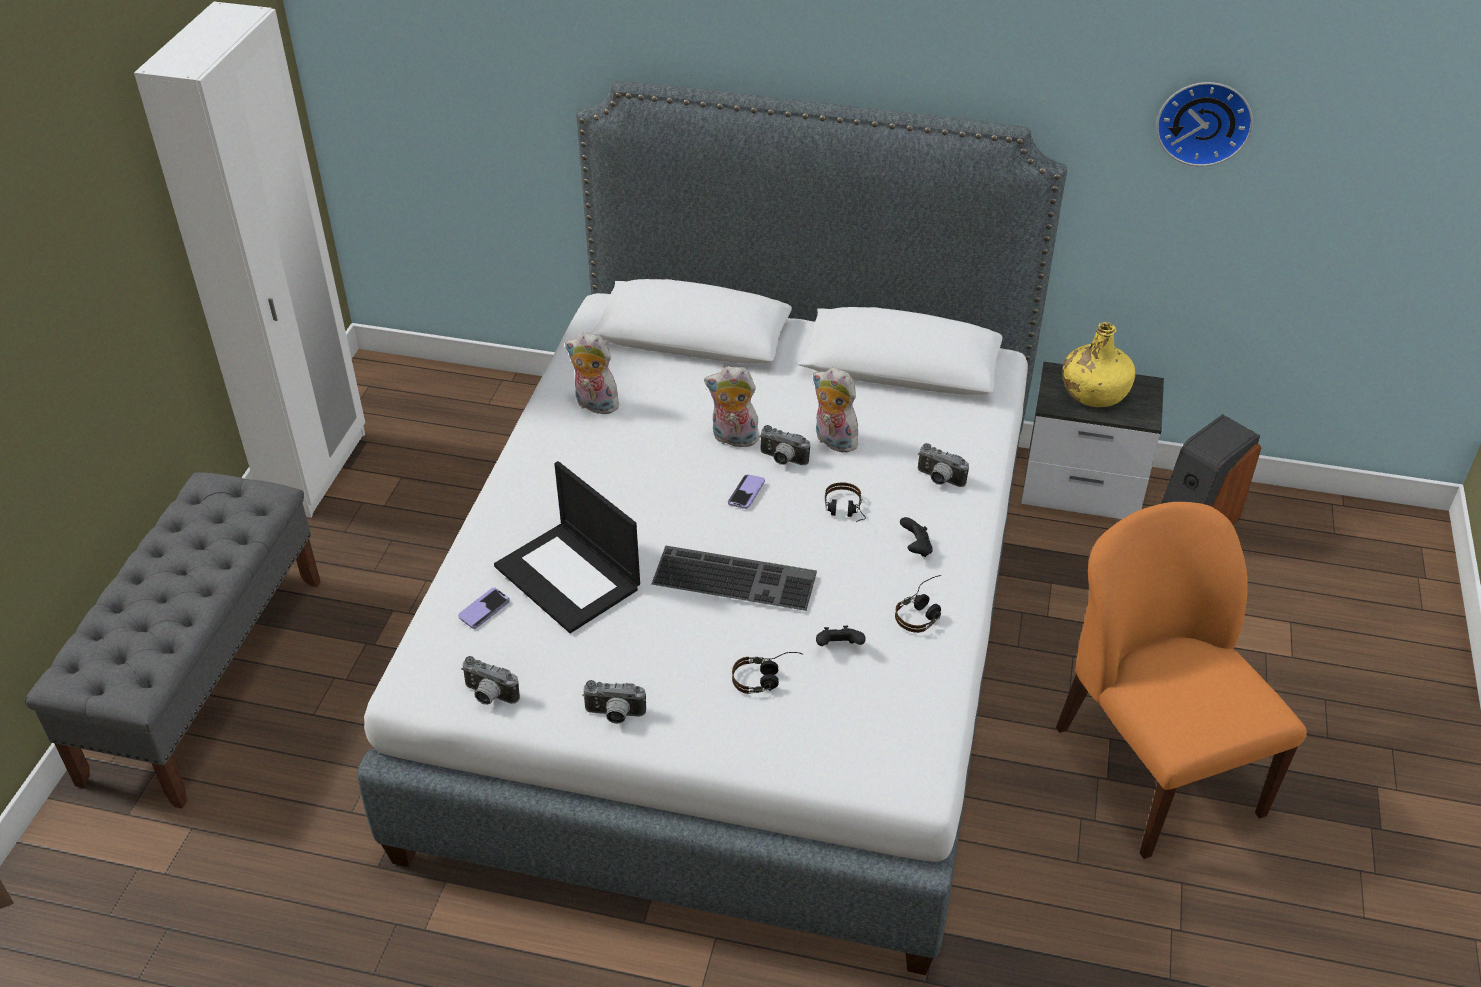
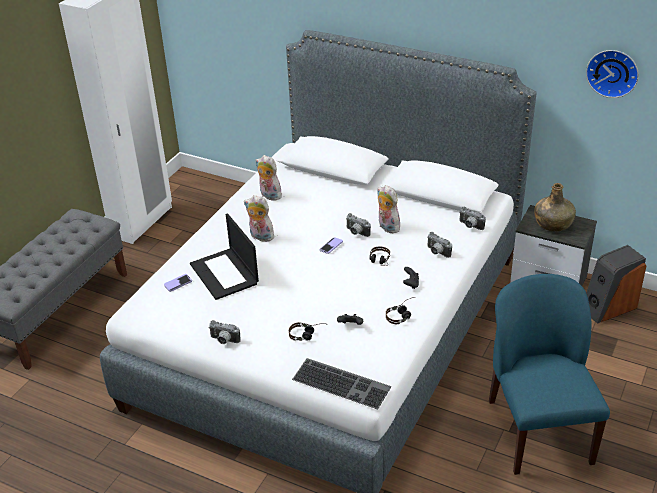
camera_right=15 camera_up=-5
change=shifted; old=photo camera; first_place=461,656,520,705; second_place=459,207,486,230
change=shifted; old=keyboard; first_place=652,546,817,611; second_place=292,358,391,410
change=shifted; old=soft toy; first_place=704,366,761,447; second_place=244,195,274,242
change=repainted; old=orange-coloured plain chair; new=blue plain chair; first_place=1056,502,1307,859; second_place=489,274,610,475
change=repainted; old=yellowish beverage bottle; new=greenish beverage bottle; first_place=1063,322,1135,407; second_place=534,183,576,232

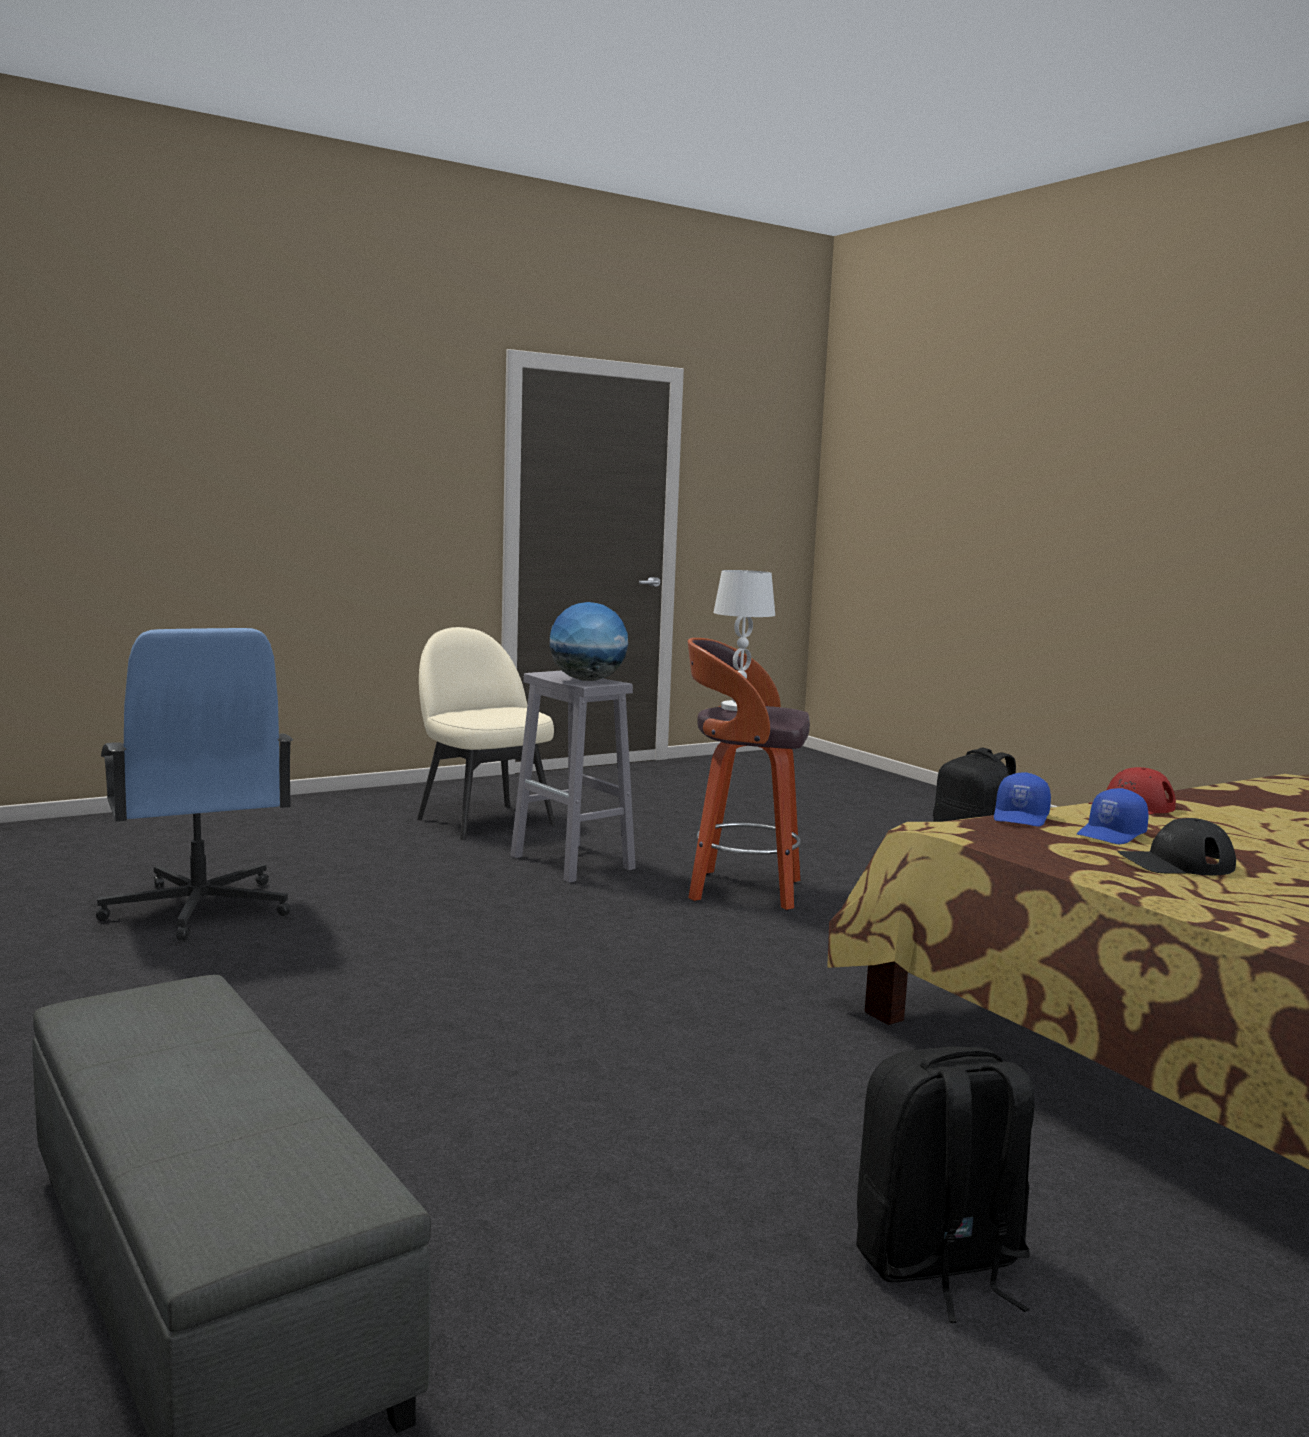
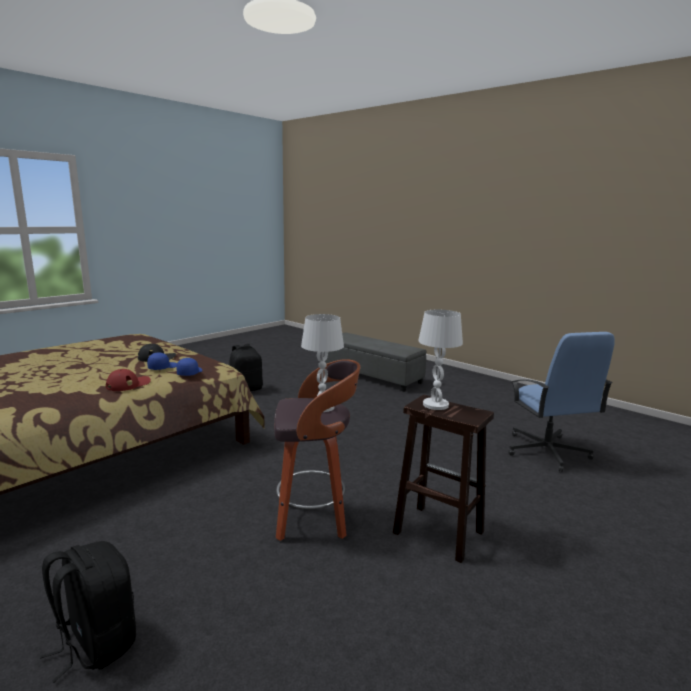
camera_right=165 camera_up=5
change=rotated; old=blue office chair; first_place=96,628,293,941; second_place=509,332,615,472; degrees=-150
change=gone; old=beige-coloured plain chair; first_place=417,627,555,840
change=repainted; old=gray stool; new=brownish stool; first_place=510,670,636,883; second_place=393,395,494,563
change=swapped; old=world globe; new=white-coloured tabletop lamp; first_place=550,602,628,681; second_place=418,310,463,410

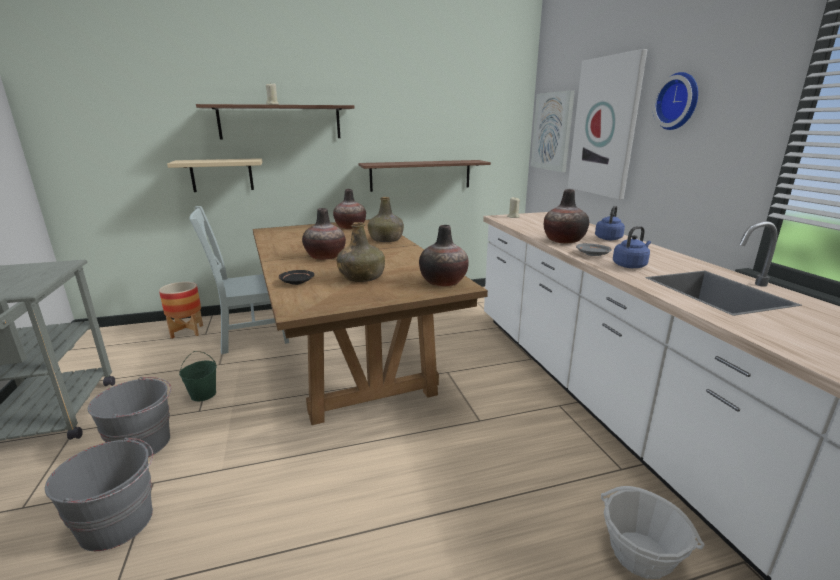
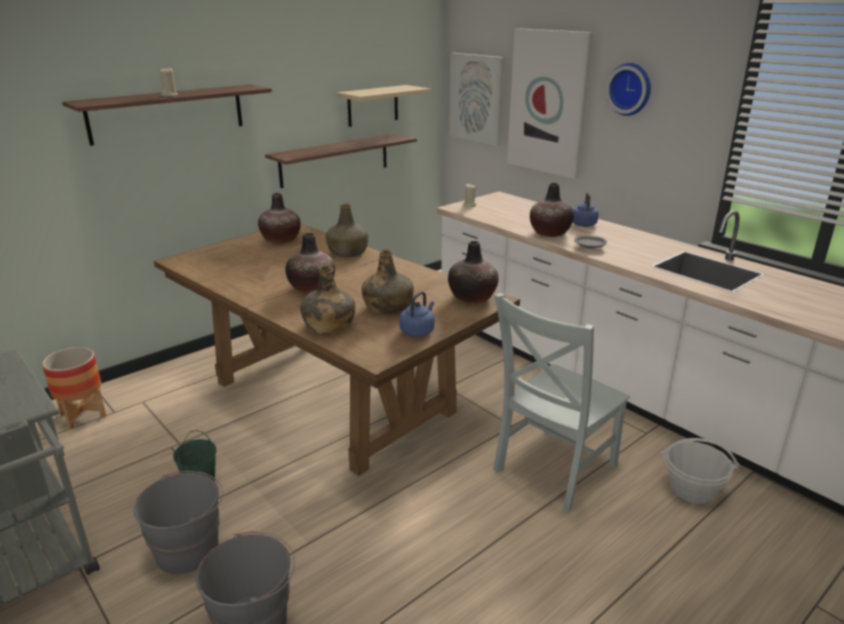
camera_right=-25 camera_up=5
change=shifted; old=beige-coloured bracket shelf; first_place=167,158,262,192; second_place=336,85,431,127
change=shifted; old=gray plain chair; first_place=189,206,289,354; second_place=493,293,630,513
change=swapped; old=blackish dinner plate; new=greenish beverage bottle; first_place=279,270,314,285; second_place=300,265,355,334
change=shifted; old=blue water kettle; first_place=613,226,651,268; second_place=399,291,434,337

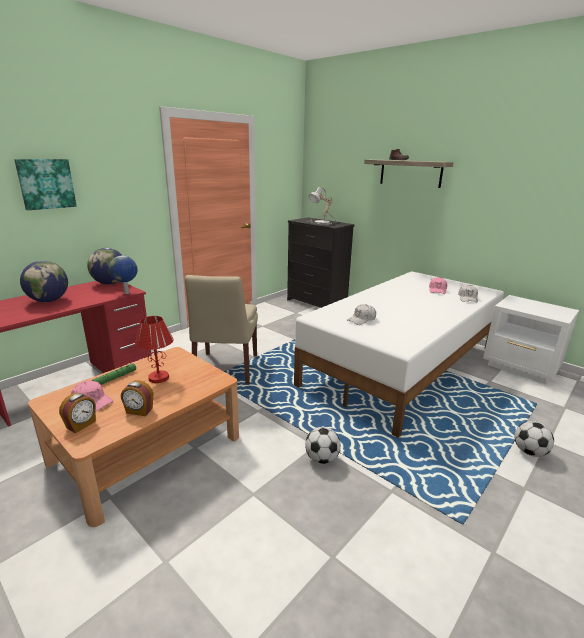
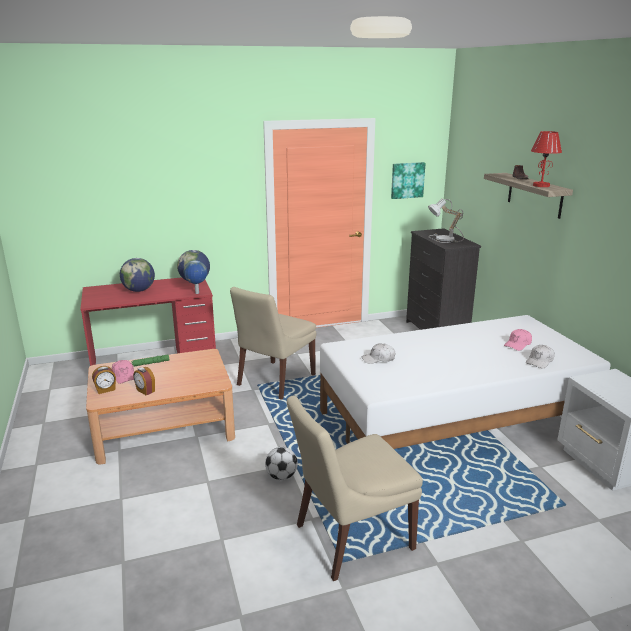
camera_right=30 camera_up=0
change=shifted; old=picture; first_place=14,159,77,210; second_place=391,162,426,199
change=shifted; old=red tabletop lamp; first_place=135,316,173,383; second_place=531,131,562,187
change=gone; old=ball for football; first_place=515,421,554,457
change=new; new=beige-coloured plain chair; second_place=287,396,423,581

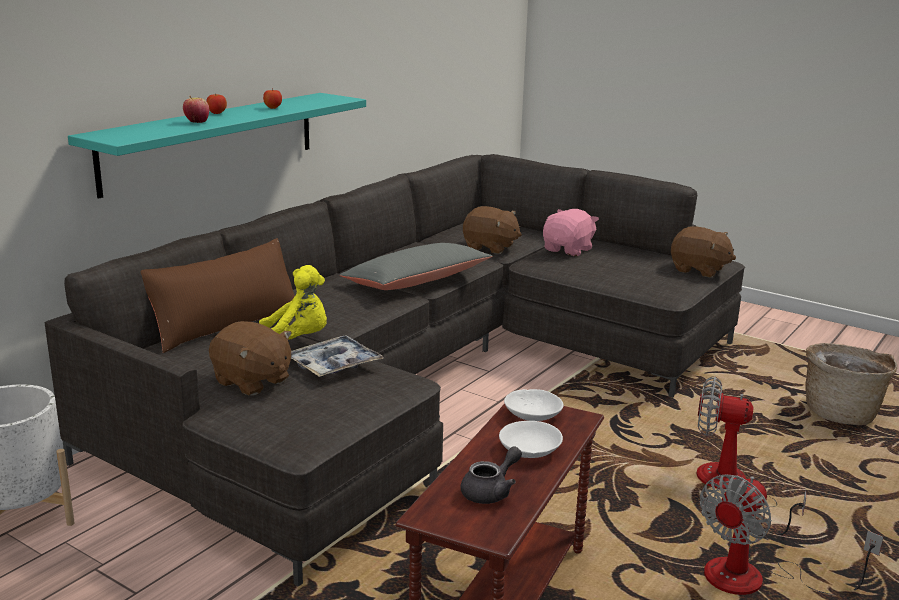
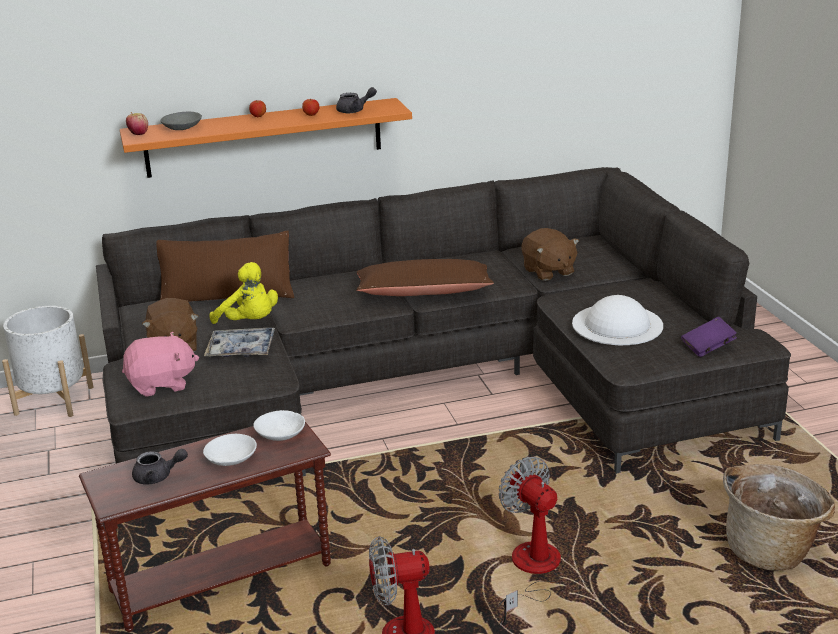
camera_right=40 camera_up=5
change=repainted; old=blue-green bracket shelf; new=orange-coloured bracket shelf; first_place=68,93,366,199; second_place=120,98,412,178
change=shifted; old=apple; first_place=183,96,209,123; second_place=126,112,148,135
change=repainted; old=gray cushion; new=brownish cushion; first_place=339,243,492,290; second_place=356,259,494,296
change=shifted; old=pinkish soft toy; first_place=543,209,599,256; second_place=122,331,199,397
change=swapped; old=brownish soft toy; new=purple-coloured volume; first_place=671,226,736,278; second_place=681,317,737,357
change=new; new=gray serving bowl; second_place=161,112,202,130
change=new; new=gray tea pot; second_place=336,87,377,113
change=new; new=white-coloured wearable hat; second_place=572,295,663,345

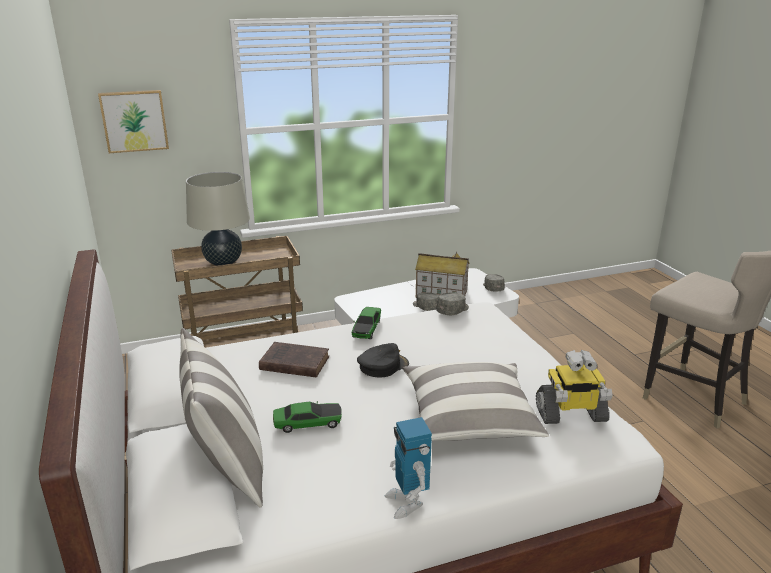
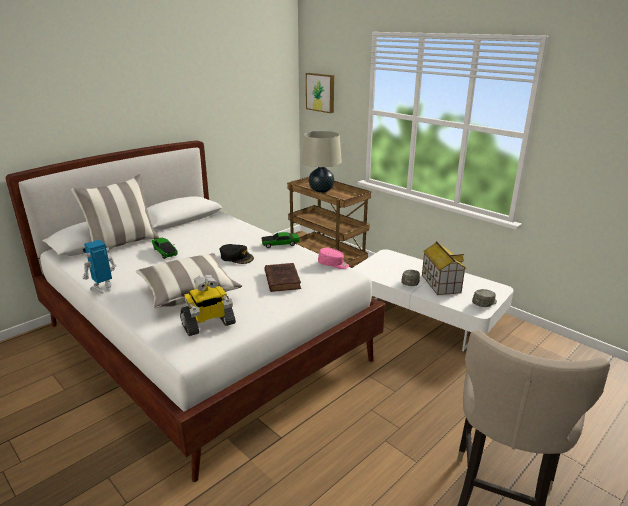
camera_right=65 camera_up=0
change=shifted; old=brownish volume; first_place=259,342,329,378; second_place=265,263,301,292
change=repainted; old=gray cap; new=pinkish cap; first_place=436,292,469,315; second_place=318,248,349,269
change=rotated; old=model robot; first_place=536,350,613,424; second_place=180,274,236,336; degrees=-90

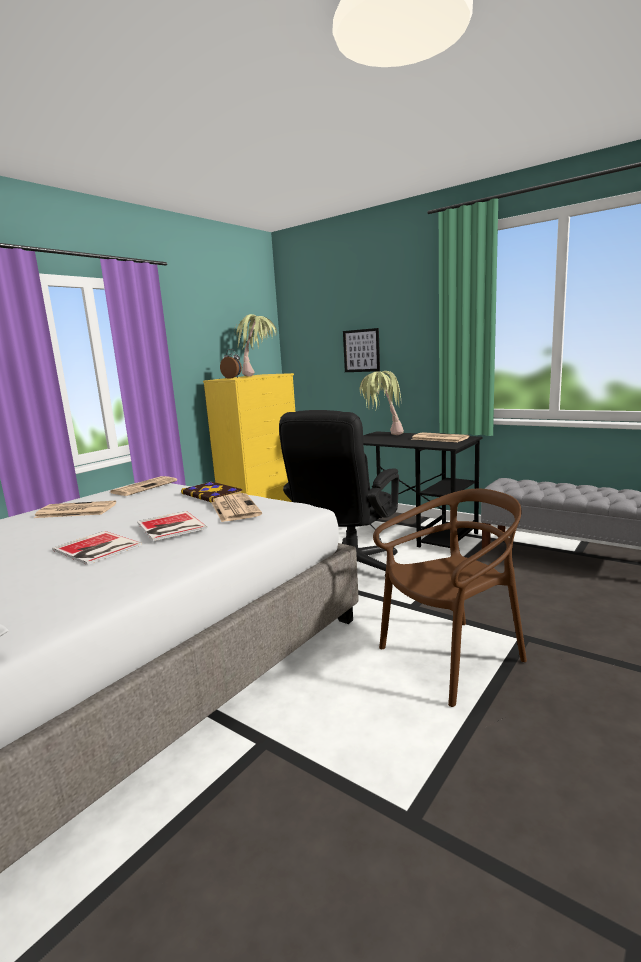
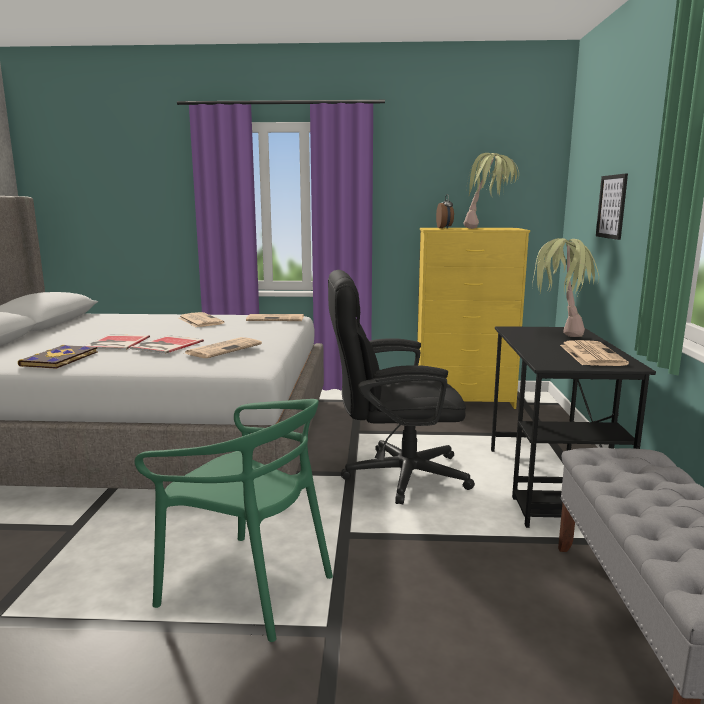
camera_right=55 camera_up=0
change=shifted; old=volume; first_place=181,482,243,502; second_place=18,345,98,369
change=repainted; old=brownish plain chair; new=greenish plain chair; first_place=373,489,527,707; second_place=134,399,333,642

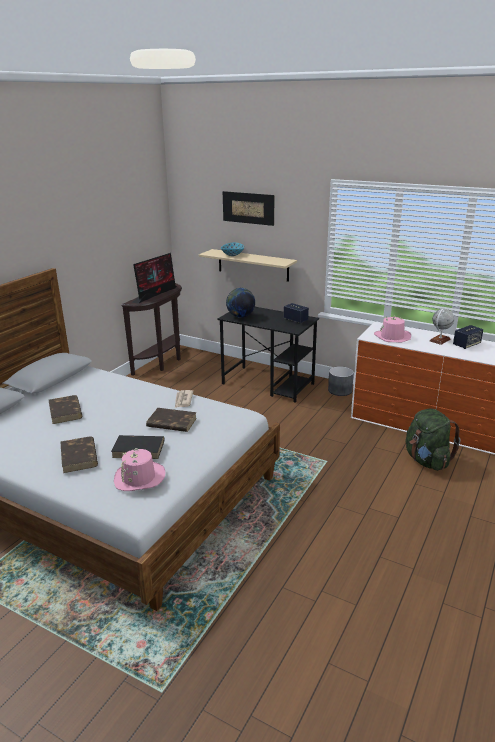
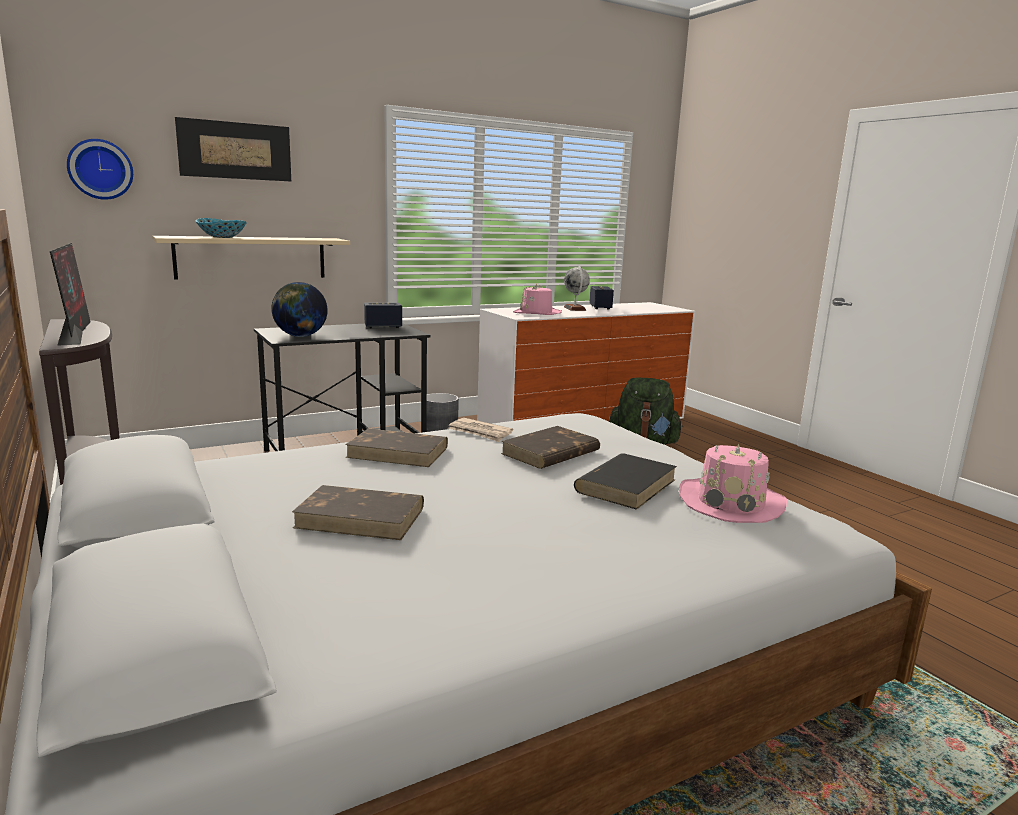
camera_right=-60 camera_up=-10
change=shifted; old=brownish volume; first_place=60,436,98,473; second_place=345,429,448,467
change=new; new=hanging clock; second_place=67,139,133,200

